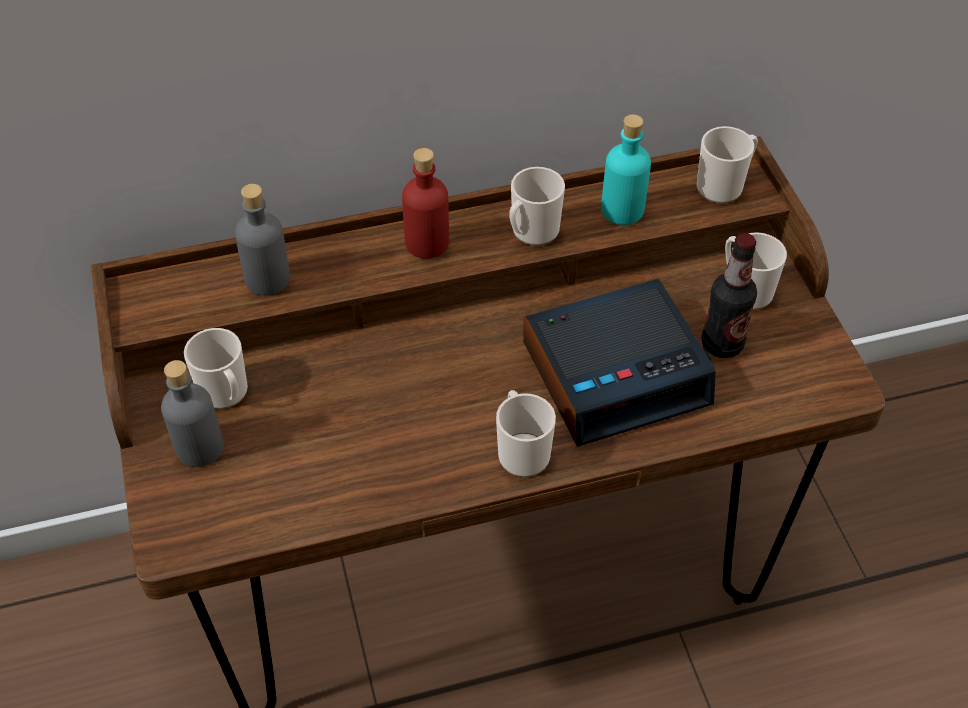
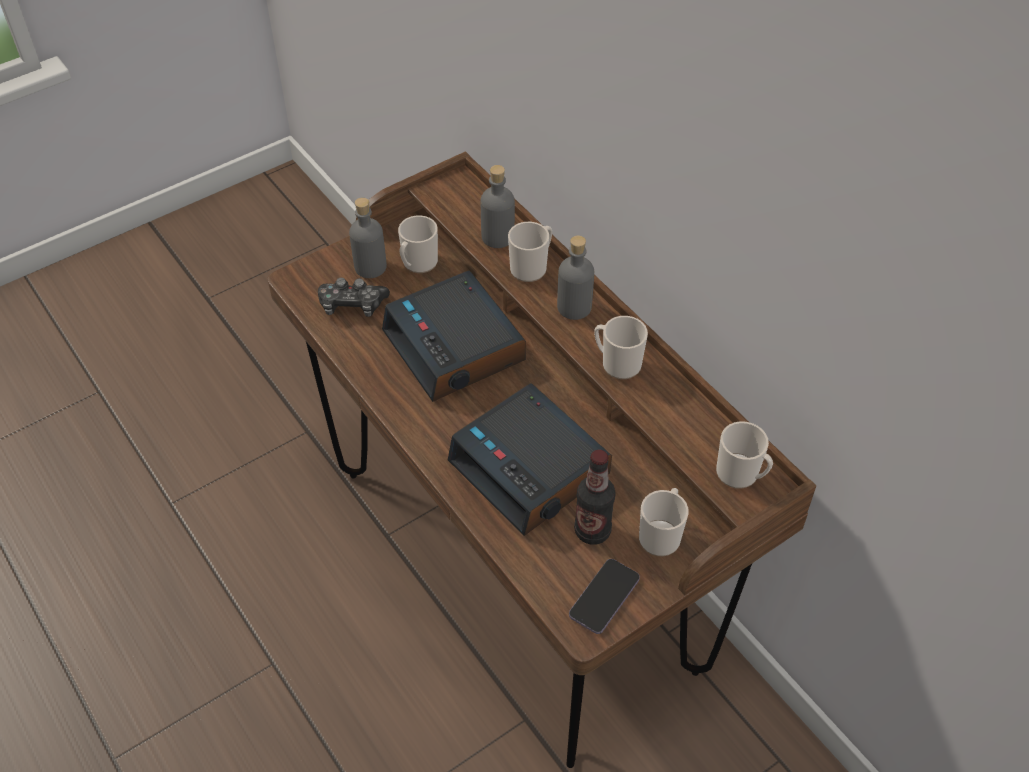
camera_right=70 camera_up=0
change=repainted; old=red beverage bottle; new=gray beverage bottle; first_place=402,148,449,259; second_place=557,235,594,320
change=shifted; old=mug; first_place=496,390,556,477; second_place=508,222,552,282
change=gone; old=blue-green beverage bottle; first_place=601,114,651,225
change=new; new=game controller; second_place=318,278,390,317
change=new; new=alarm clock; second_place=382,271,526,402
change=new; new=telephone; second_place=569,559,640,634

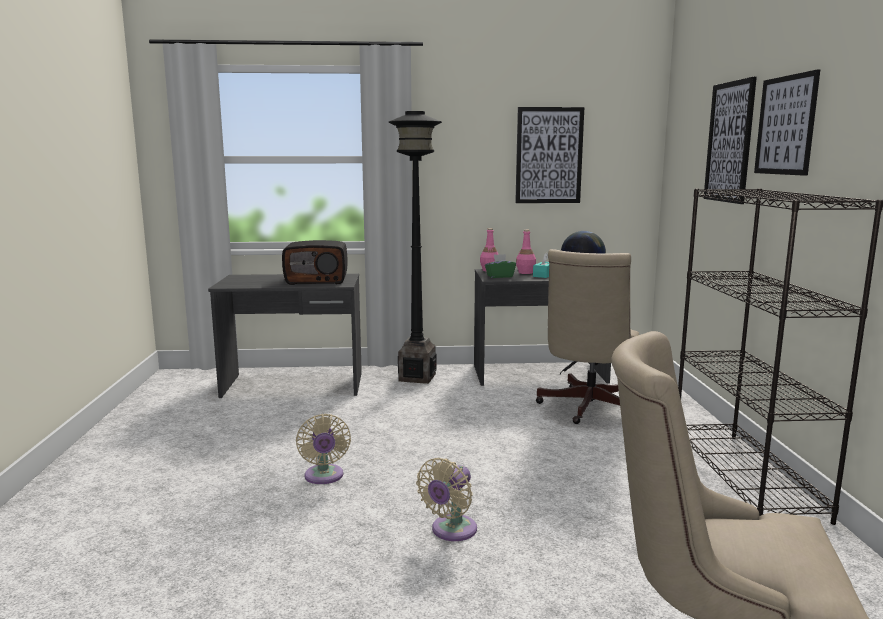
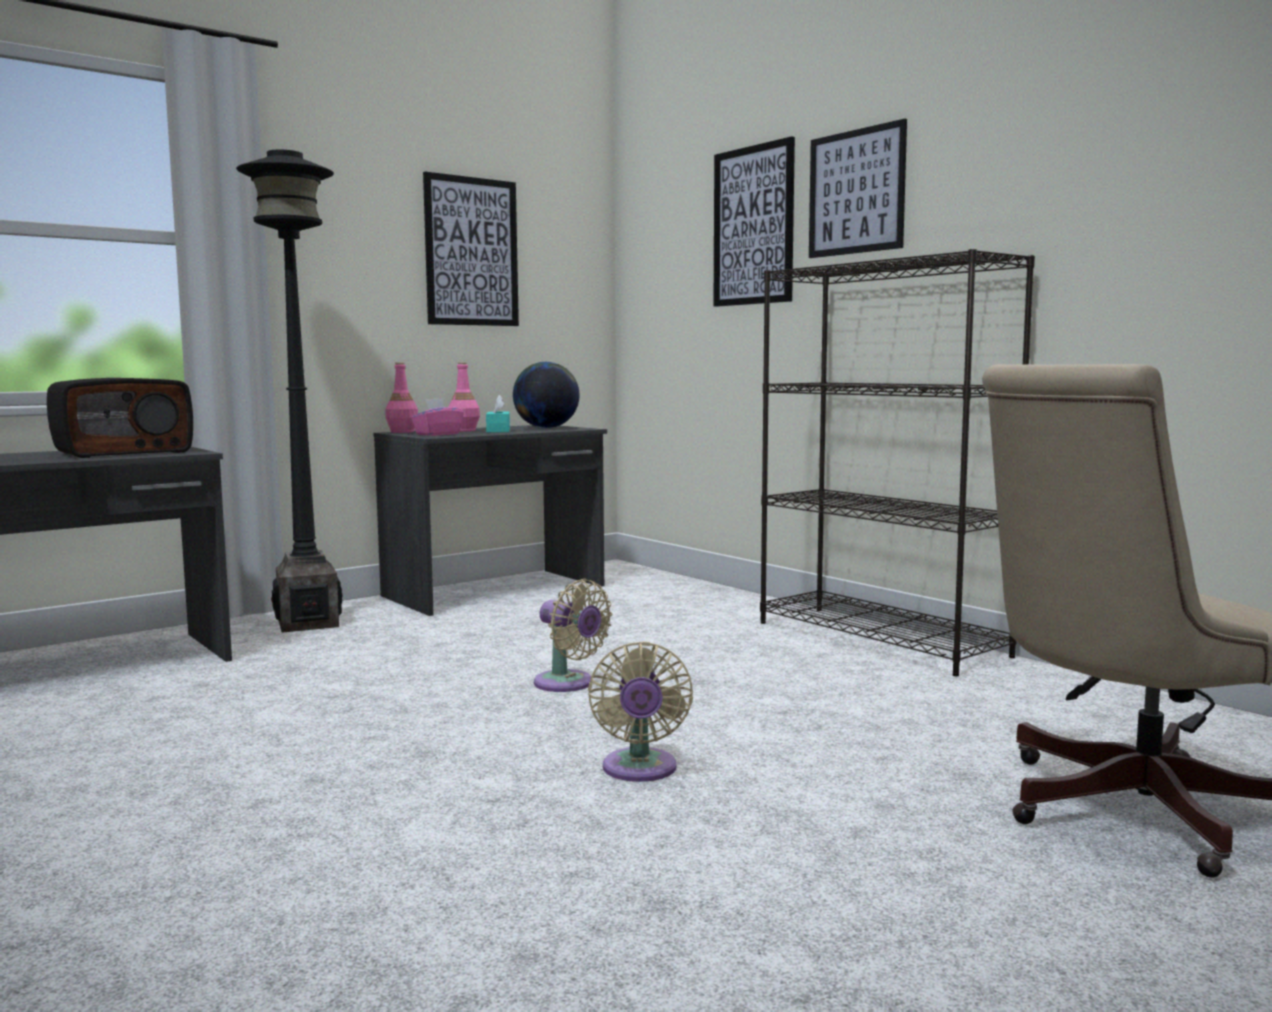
camera_right=-35 camera_up=-5
change=shifted; old=beige-coloured fan; first_place=296,414,351,484; second_place=534,579,612,692
change=repainted; old=greenish tissue holder; new=pinkish tissue holder; first_place=485,254,516,278; second_place=411,398,464,436
change=gone; old=beige-coloured office chair; first_place=536,249,639,424

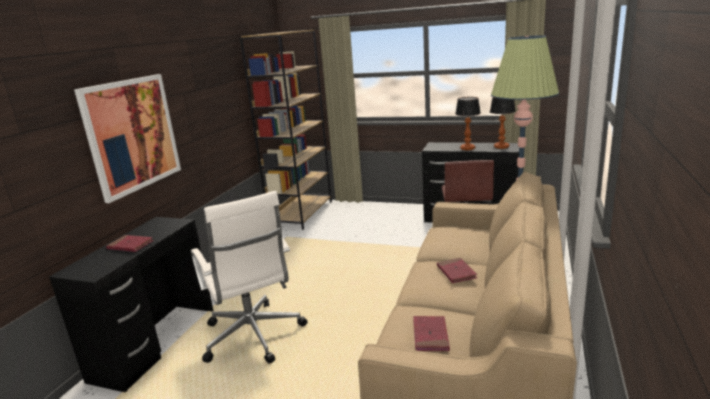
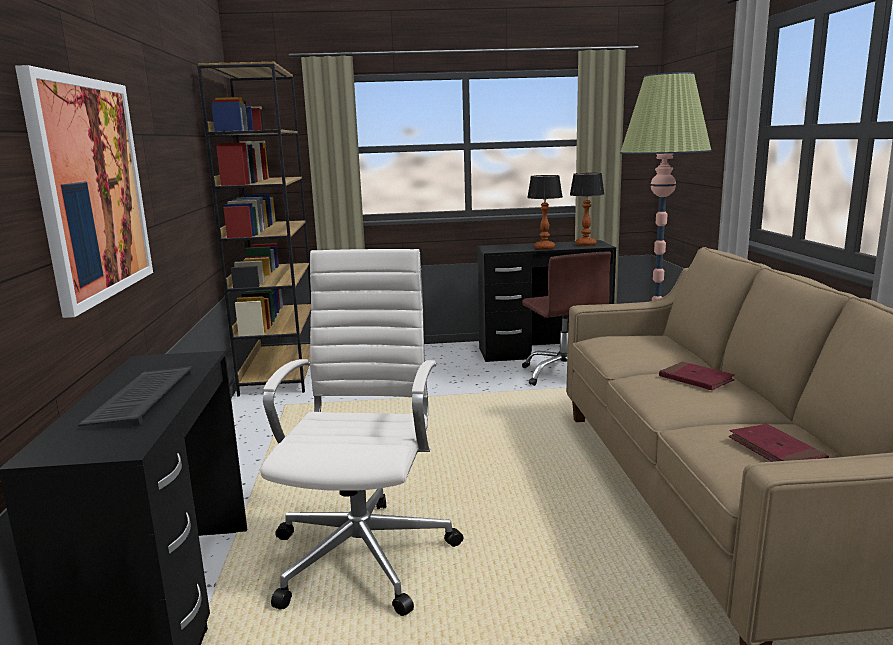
camera_right=-25 camera_up=-5
change=swapped; old=red volume; new=keyboard; first_place=106,235,154,252; second_place=78,366,193,426
change=rotated; old=white-coloured office chair; first_place=191,191,308,364; second_place=260,249,463,616; degrees=-120

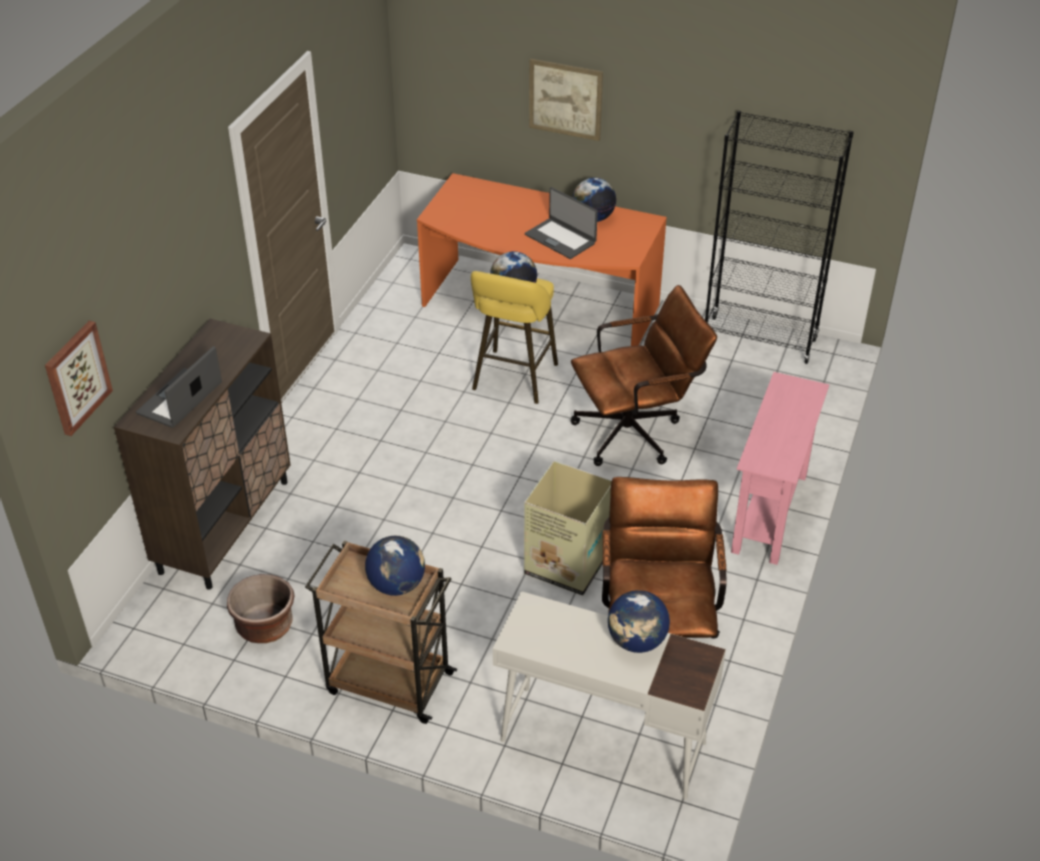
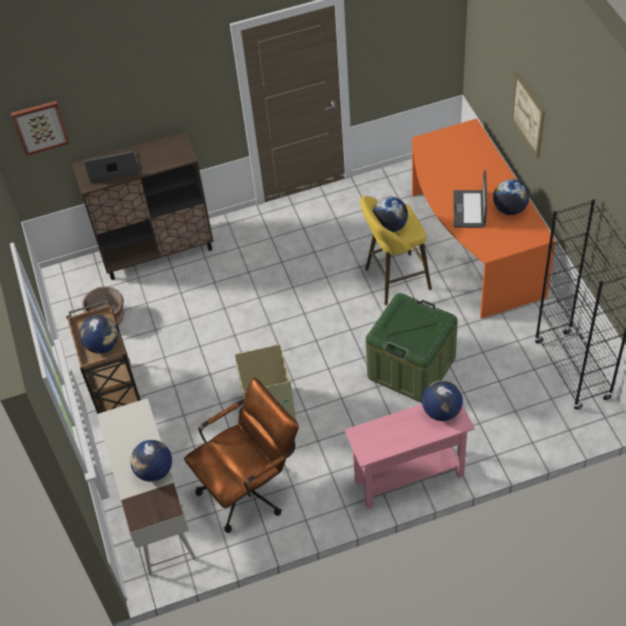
camera_right=55 camera_up=10
change=swapped; old=brownish office chair; new=greenish storage box; first_place=570,285,717,466; second_place=366,293,458,403
change=new; new=world globe; second_place=422,380,463,421

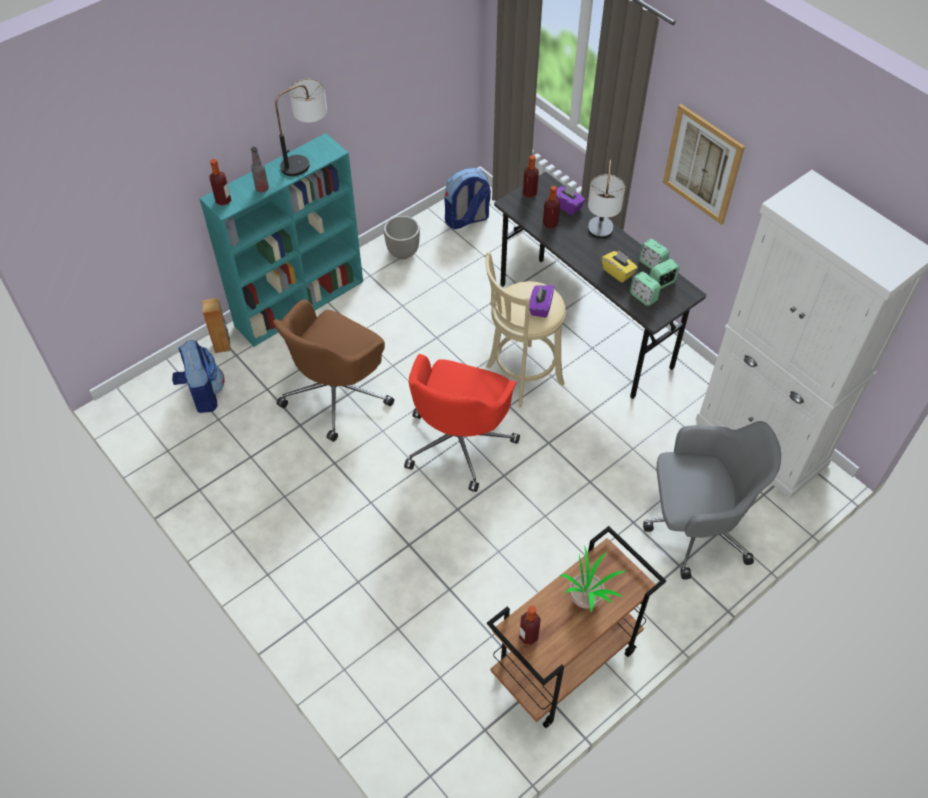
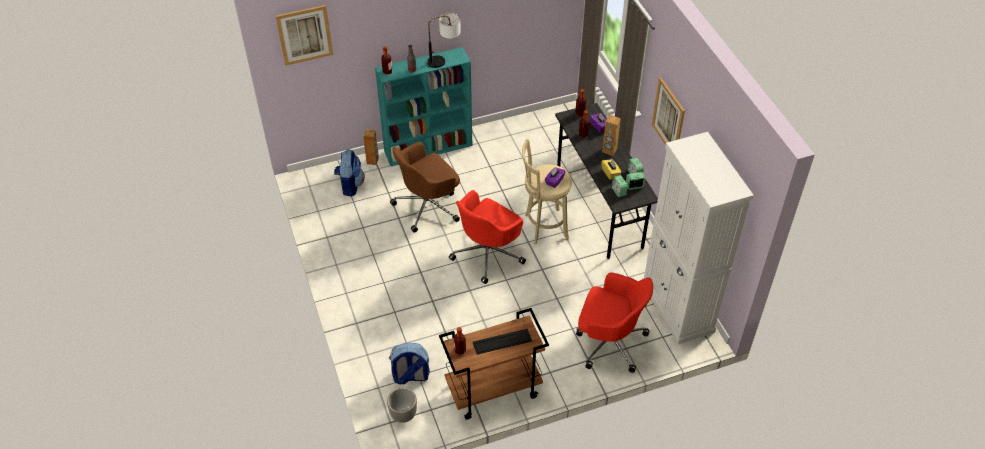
camera_right=20 camera_up=-5
change=shifted; old=planter; first_place=384,216,420,259; second_place=387,388,417,423
change=shifted; old=rucksack; first_place=444,168,491,229; second_place=389,343,430,384
change=swapped; old=potted plant; new=keyboard; first_place=560,545,626,612; second_place=473,329,532,355
change=swapped; old=tabletop lamp; new=brownish loudspeaker; first_place=588,159,625,239; second_place=602,115,621,156
change=repainted; old=gray office chair; new=red office chair; first_place=643,421,781,580; second_place=576,273,653,373
change=new; new=picture; second_place=276,5,333,66

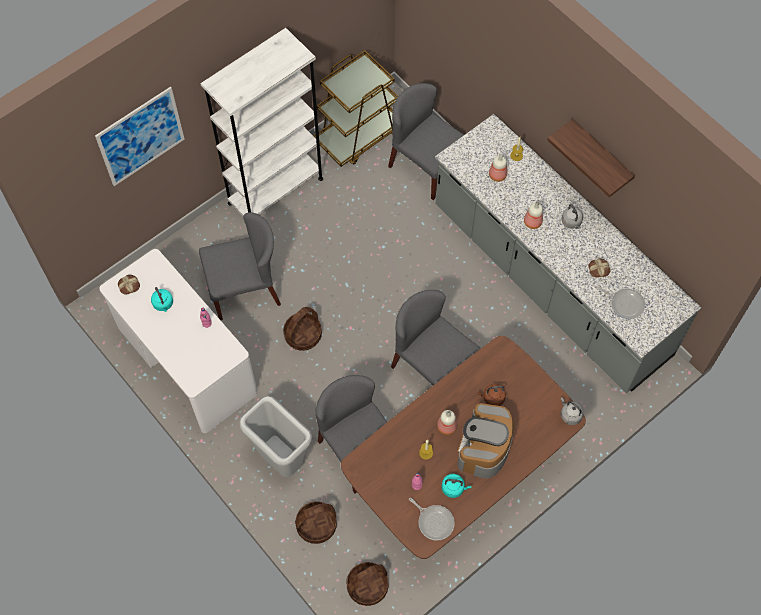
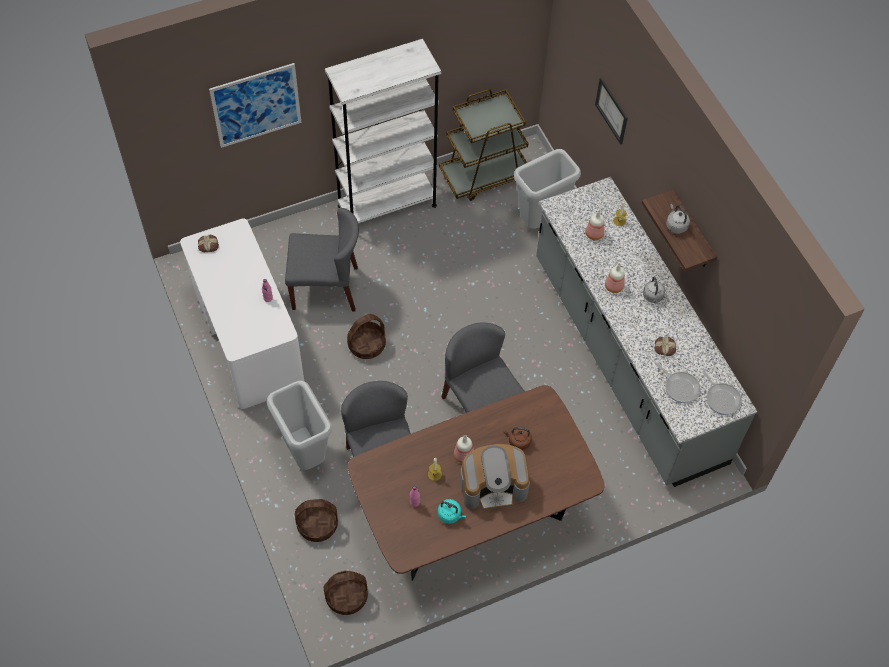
camera_right=15 camera_up=-5
change=gone; old=blue-green water kettle; first_place=151,287,173,312
change=swapped; old=gray plain chair; new=gray trash can; first_place=388,83,464,200; second_place=514,149,581,229
change=shifted; old=pan; first_place=409,498,455,541; second_place=703,371,742,415
change=rotated; old=coffee brewer; first_place=457,403,513,479; second_place=460,444,530,510; degrees=-135
change=shifted; old=gray water kettle; first_place=561,398,584,425; second_place=666,204,690,234
change=new; new=picture; second_place=595,77,628,145

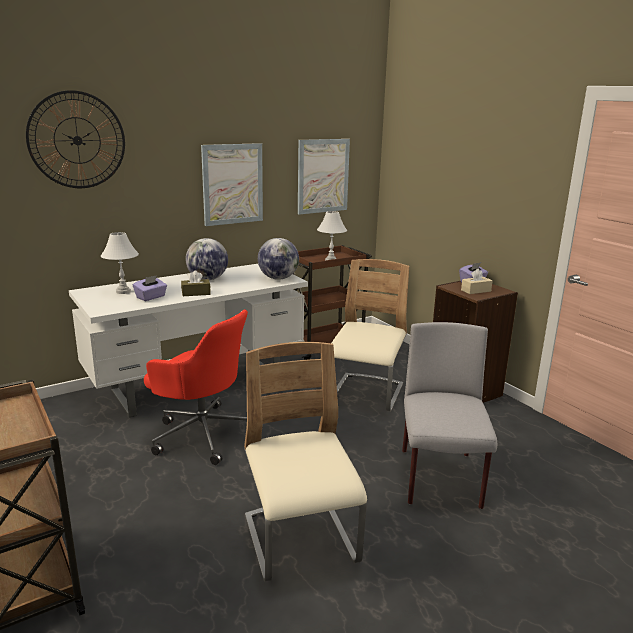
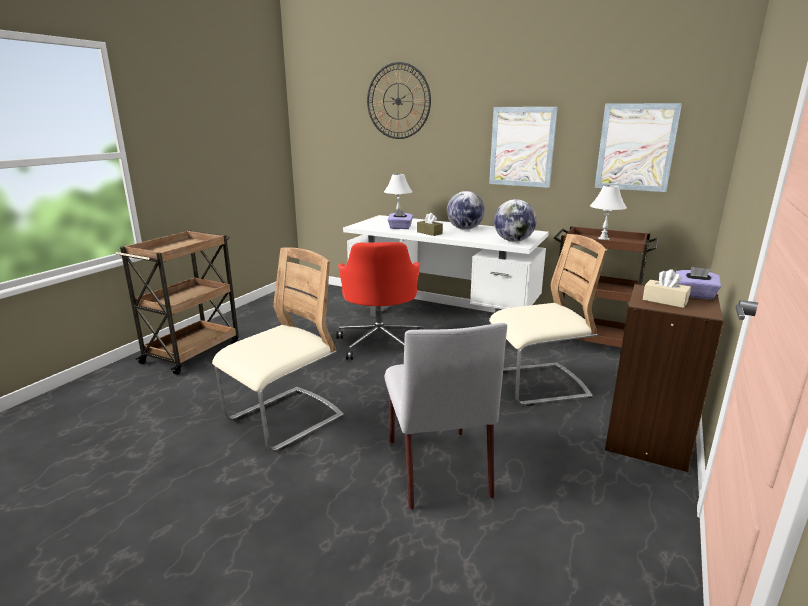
camera_right=60 camera_up=0
change=rotated; old=gray plain chair; first_place=402,322,497,509; second_place=385,323,507,510; degrees=105

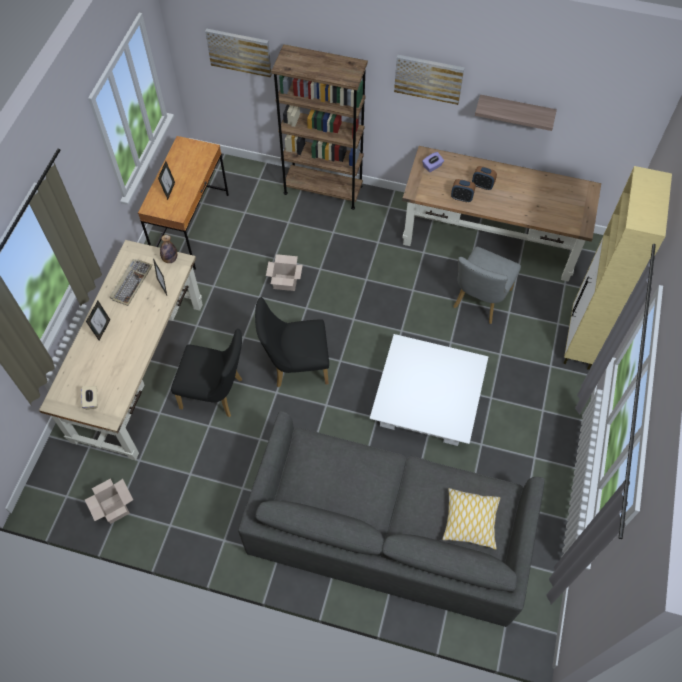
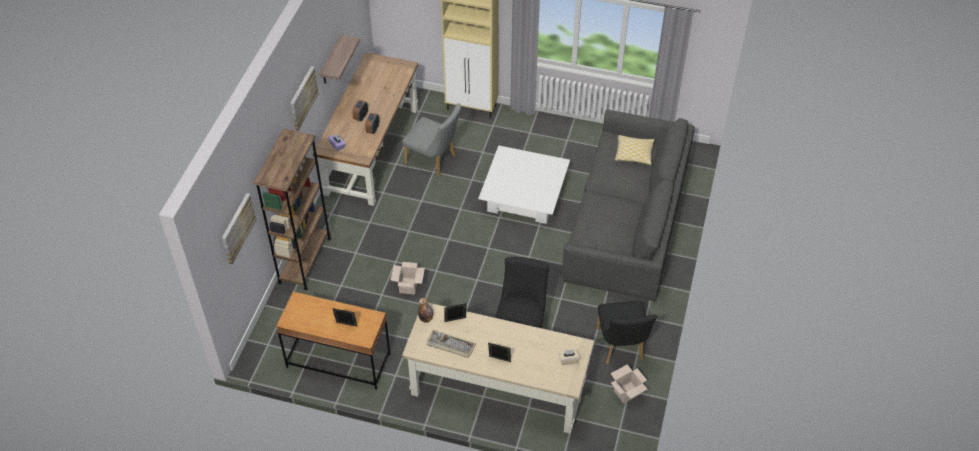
camera_right=-90 camera_up=-10
change=shifted; old=blackish plain chair; first_place=255,297,329,387; second_place=597,301,657,364

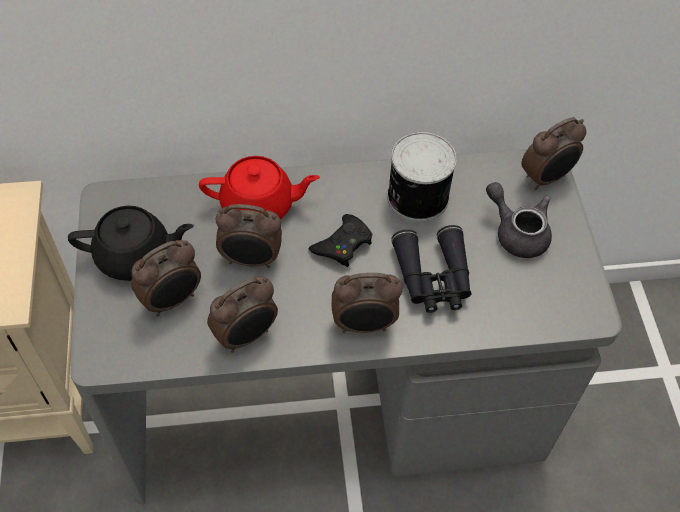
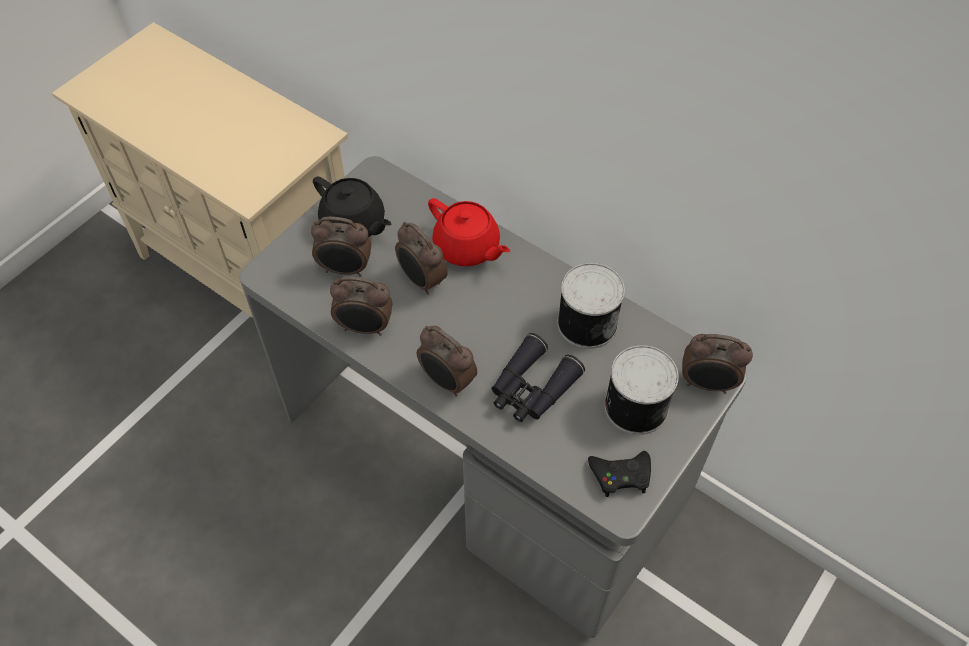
camera_right=45 camera_up=0
change=shifted; old=blackish game controller; first_place=308,214,372,267; second_place=588,451,651,497
change=swapped; old=gray tea pot; new=metal can; first_place=486,182,552,258; second_place=604,345,679,435

